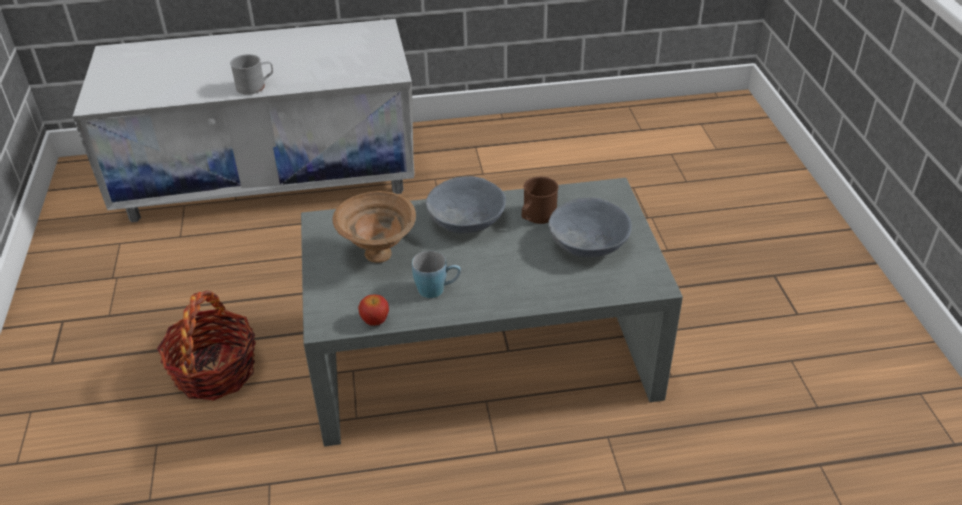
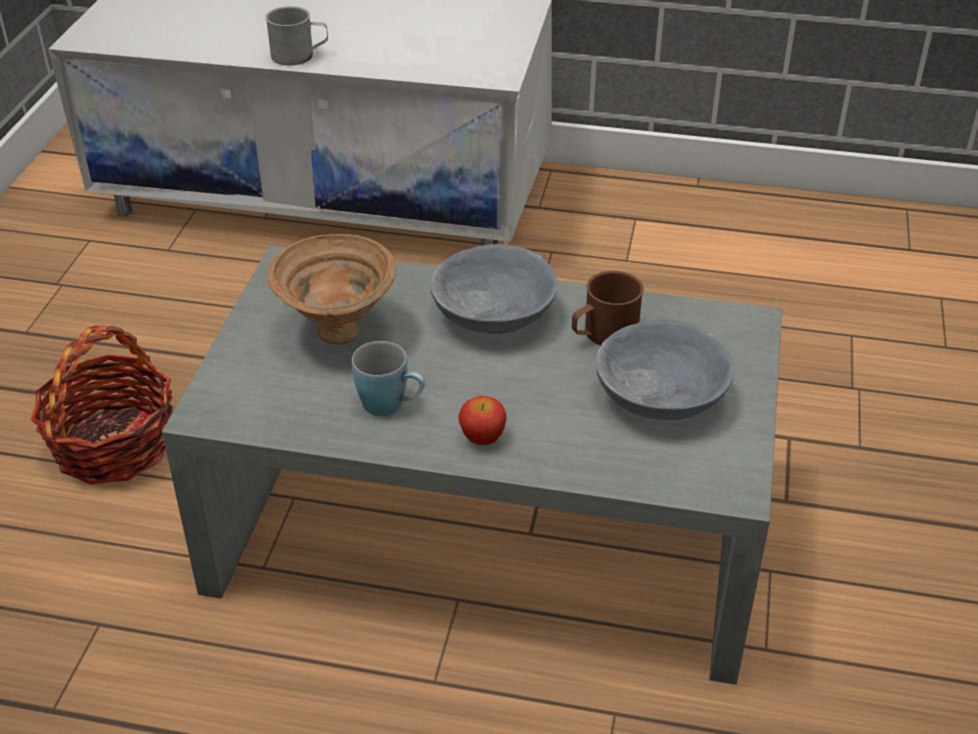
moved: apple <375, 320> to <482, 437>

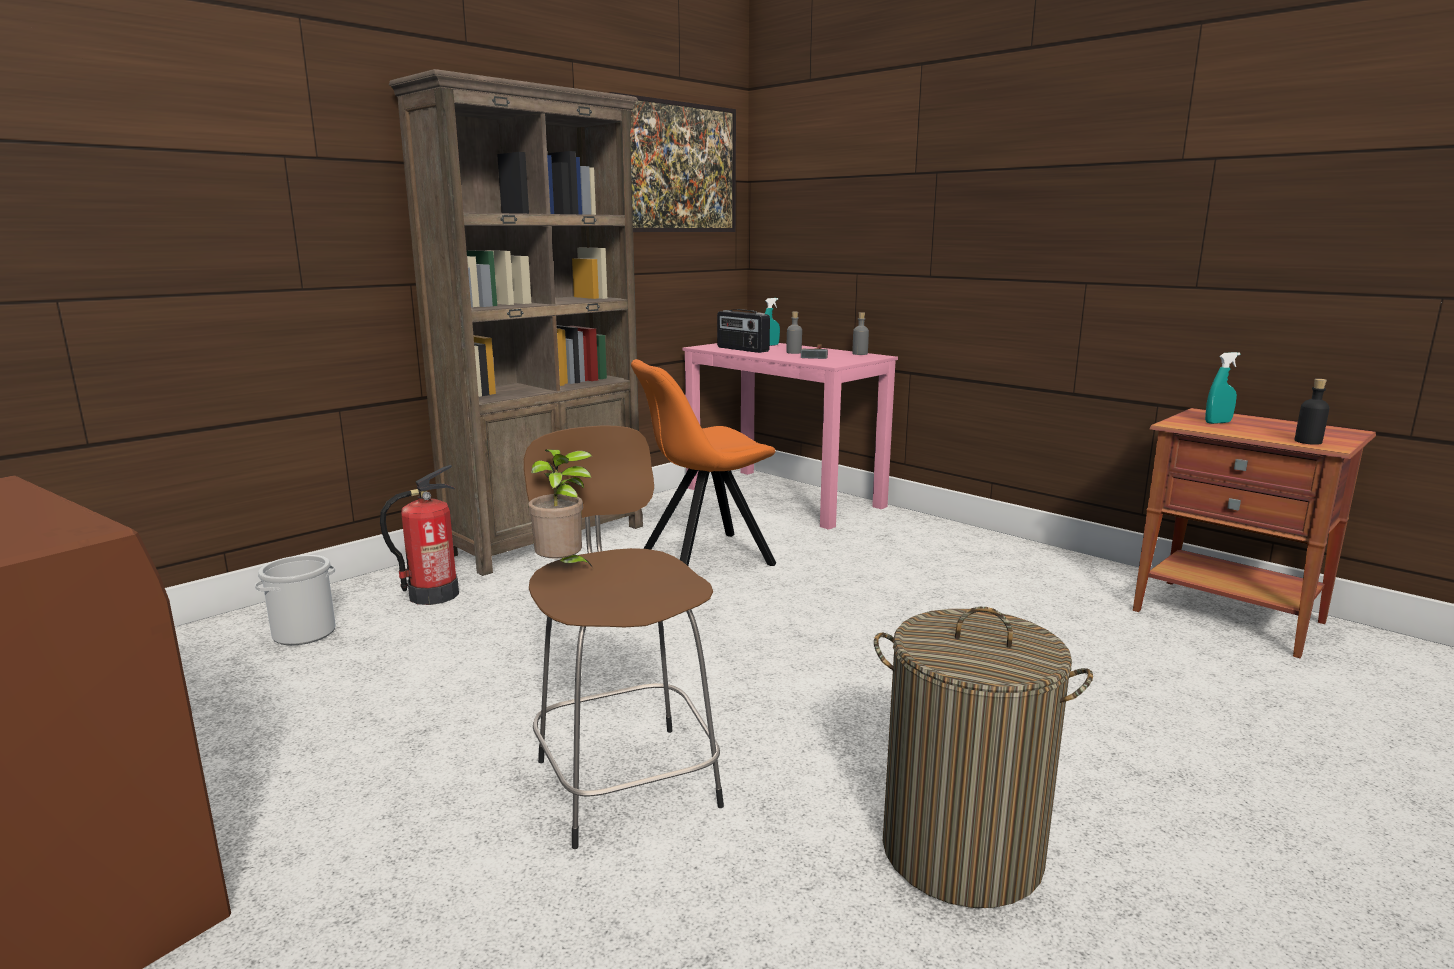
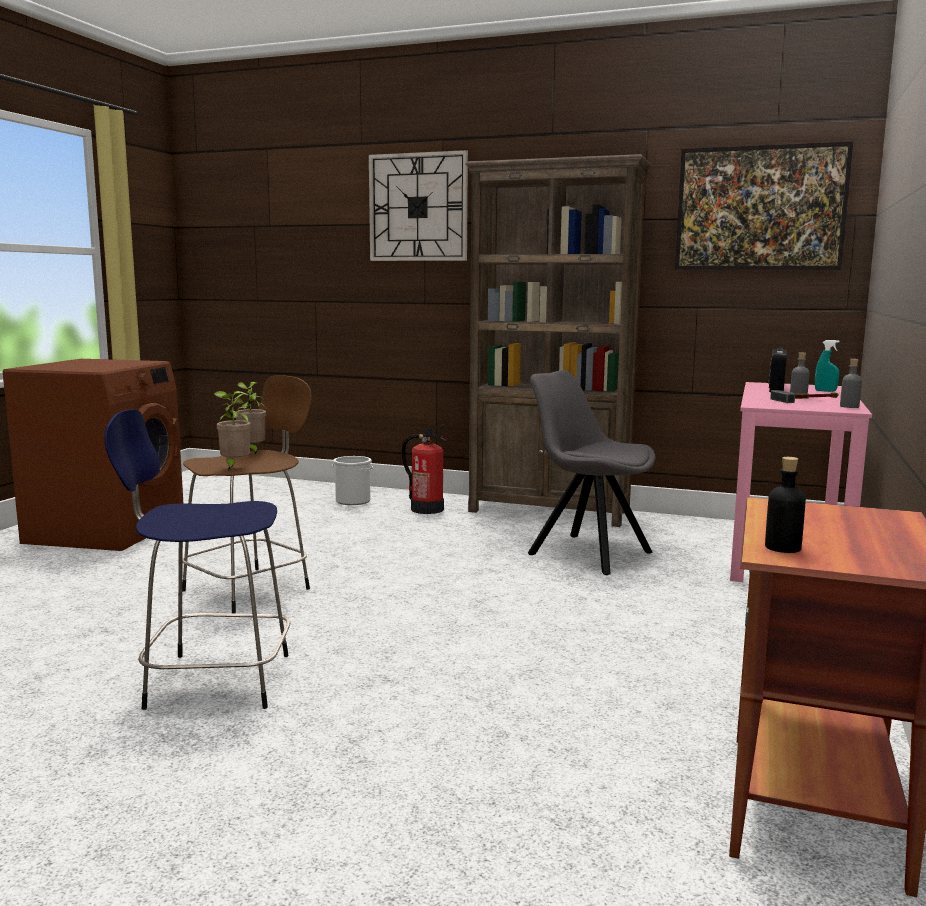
removed: turquoise spray bottle <1218, 422>
added: potted plant <234, 466>; wall clock <418, 207>
replaced: laundry basket <961, 852> to blue stool <213, 680>
recoloured: orange chair <706, 557> to grey chair <588, 553>

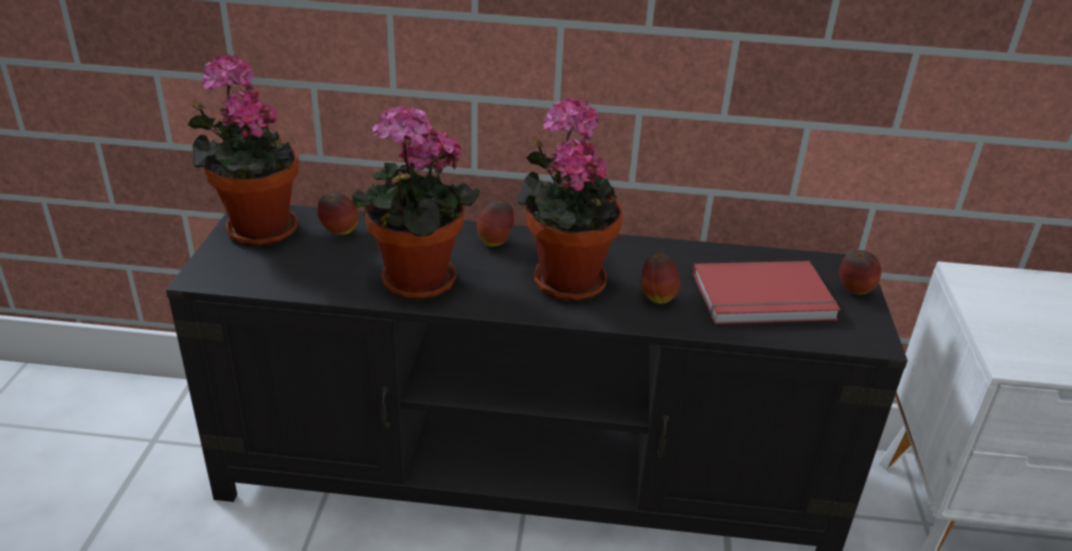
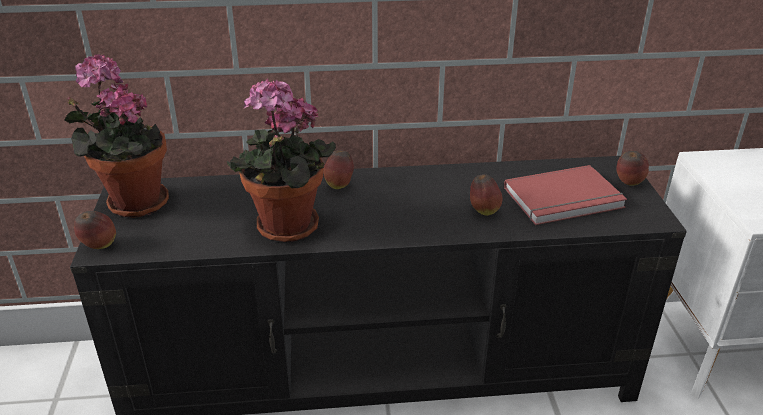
removed: potted plant <565, 278>
moved: apple <340, 233> to <100, 247>

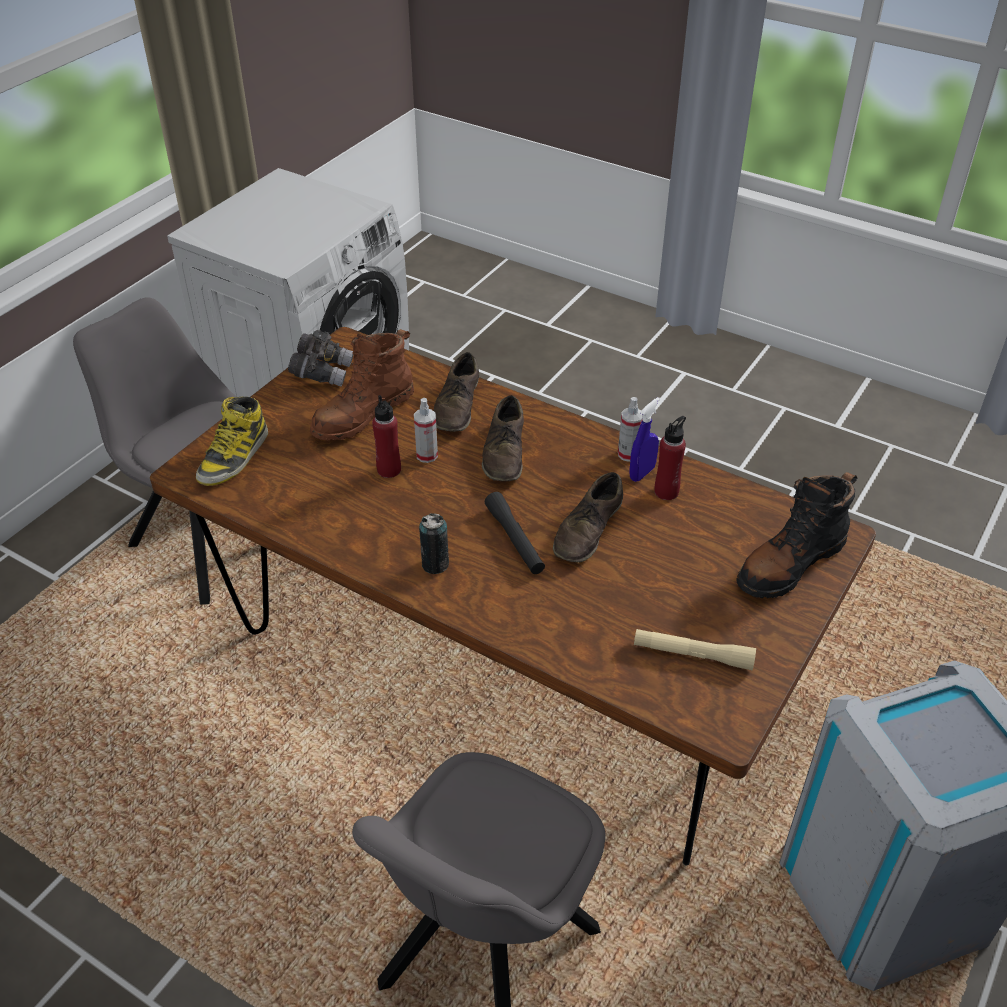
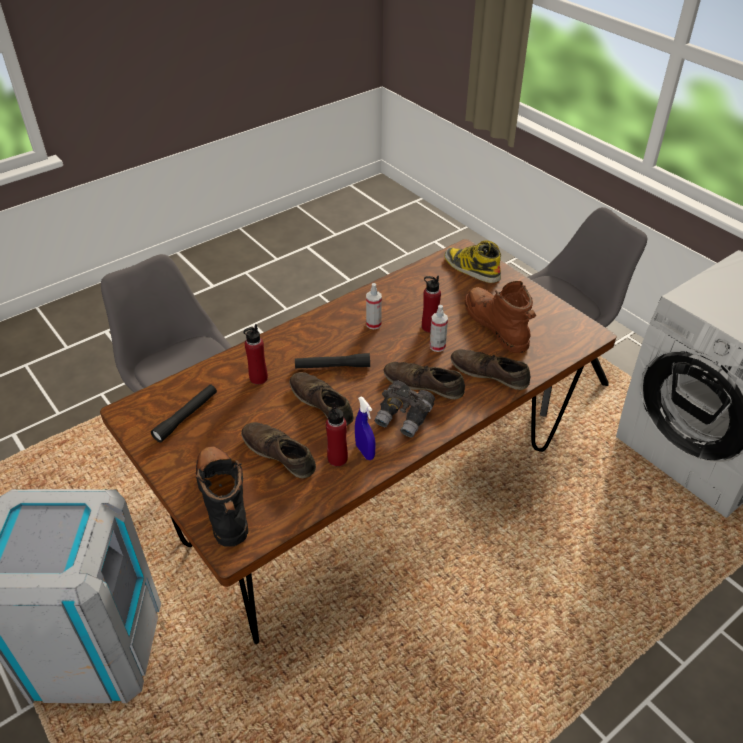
removed: can <435, 564>
added: brown shoe <279, 453>; red bottle <258, 378>
moved: grey binoculars <322, 372> to <404, 418>; spray bottle <628, 454> to <373, 324>
recoloured: beige flashlight <692, 655> to black flashlight <186, 417>

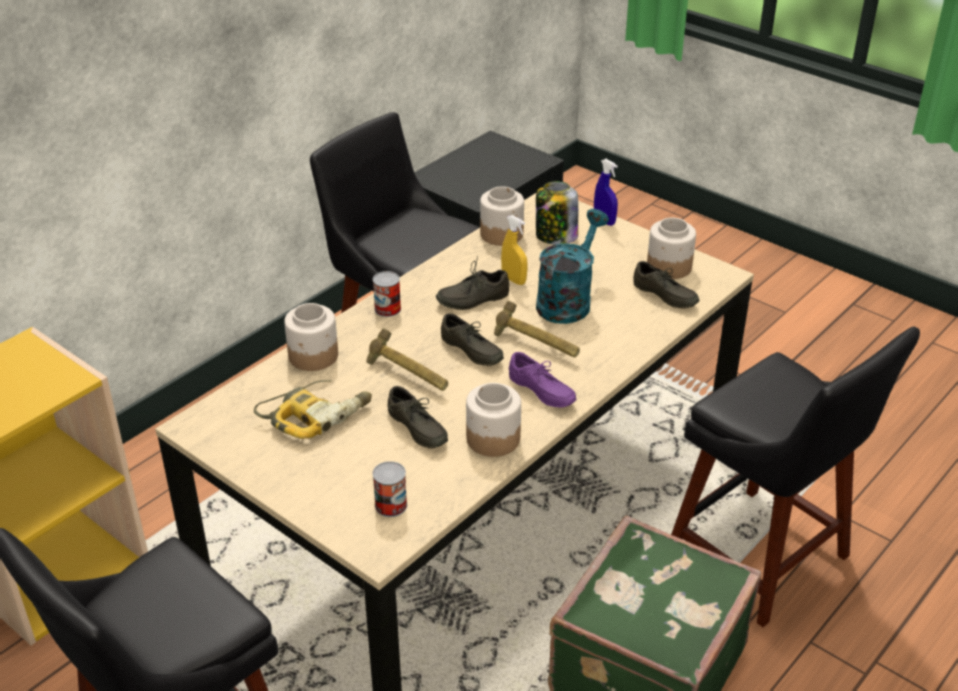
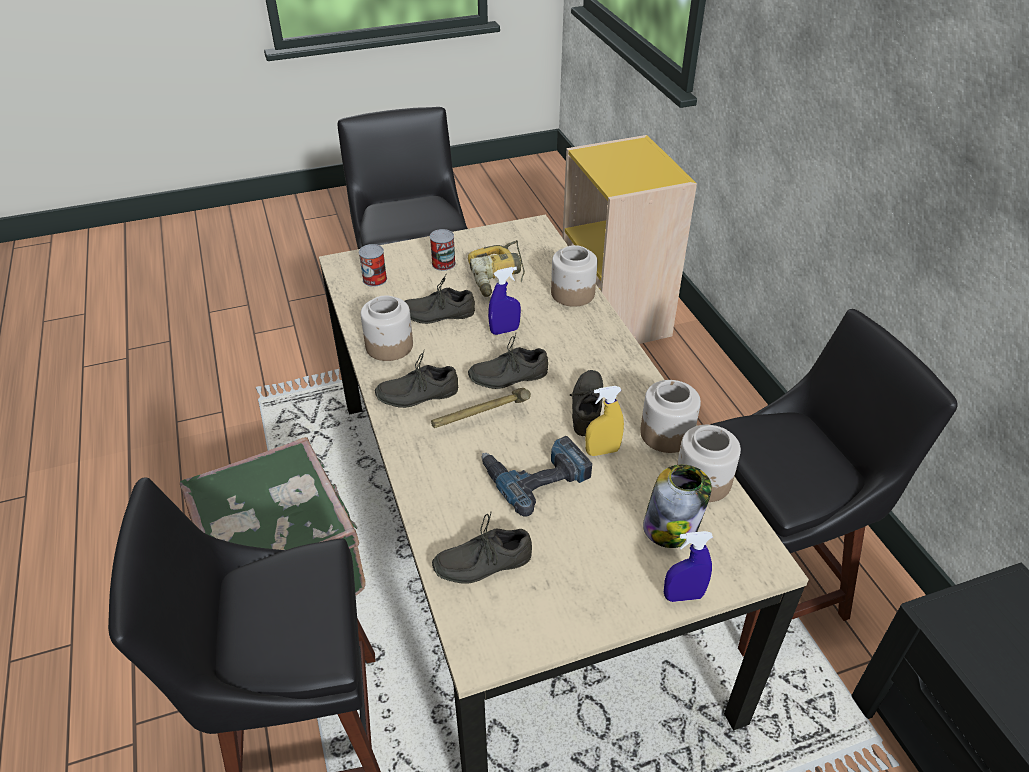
moved: can <387, 309> to <443, 264>; jar <668, 267> to <666, 433>
replaced: hammer <408, 376> to blue spray bottle <504, 331>; turquoise watering can <568, 300> to power drill <536, 476>
recoloured: purple shoe <539, 392> to grey shoe <417, 393>

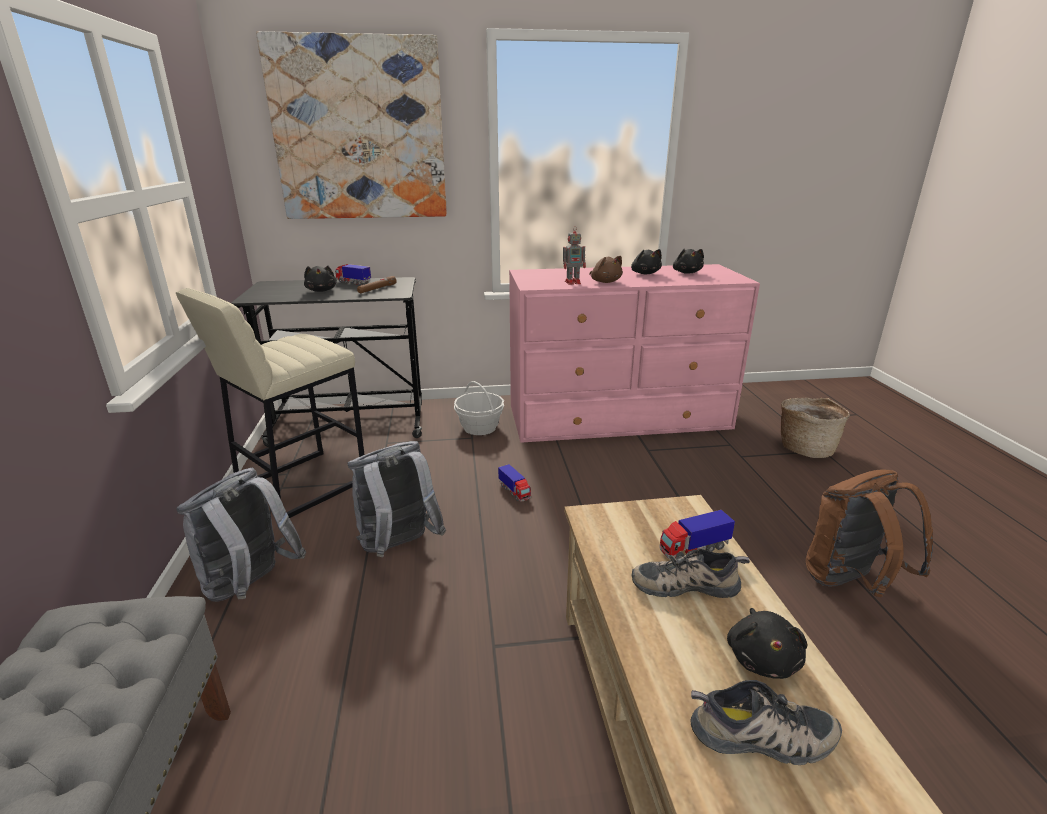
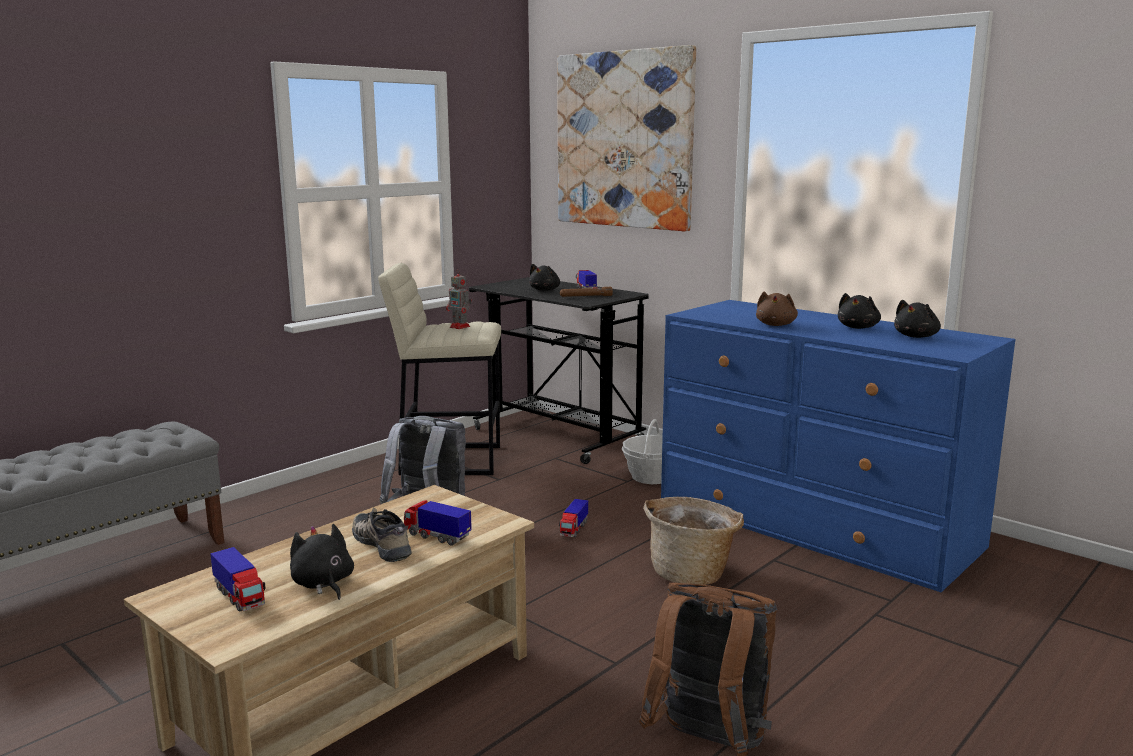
removed: grey backpack <251, 586>
moved: toy robot <573, 282> to <460, 327>; basket <805, 448> to <691, 573>
replaced: shoe <761, 738> to toy truck <240, 597>
recoloured: pink dresser <619, 417> to blue dresser <815, 523>
turned: black plush toy <762, 658> = <323, 584> 90 degrees clockwise

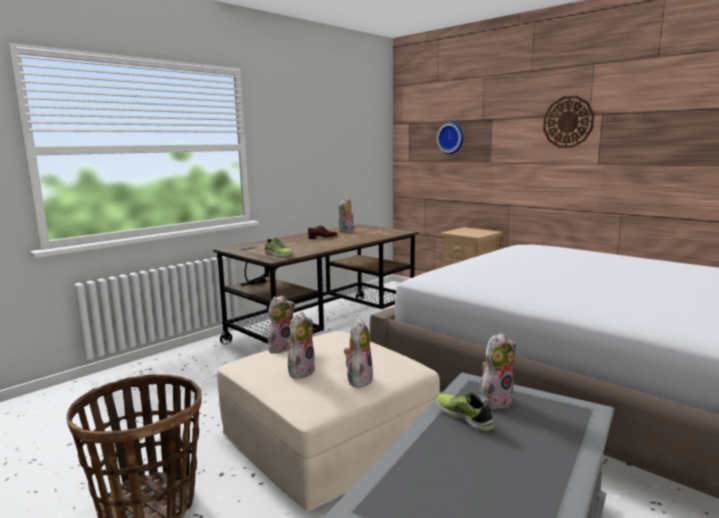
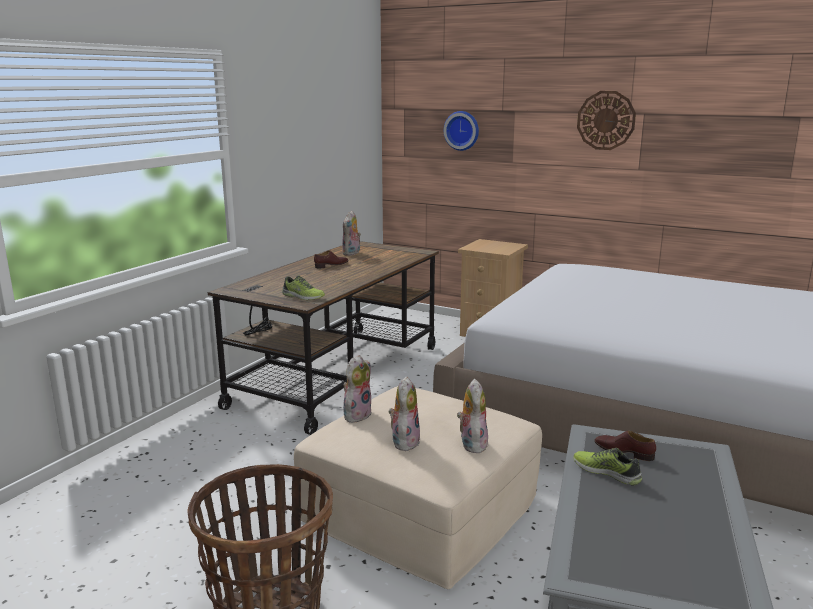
replaced: plush toy <495, 401> to brown shoe <624, 452>

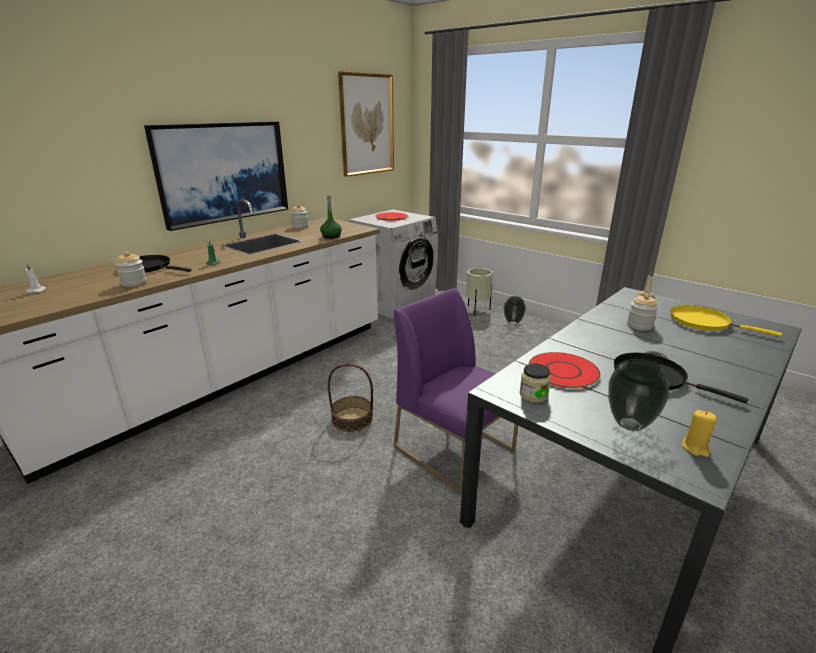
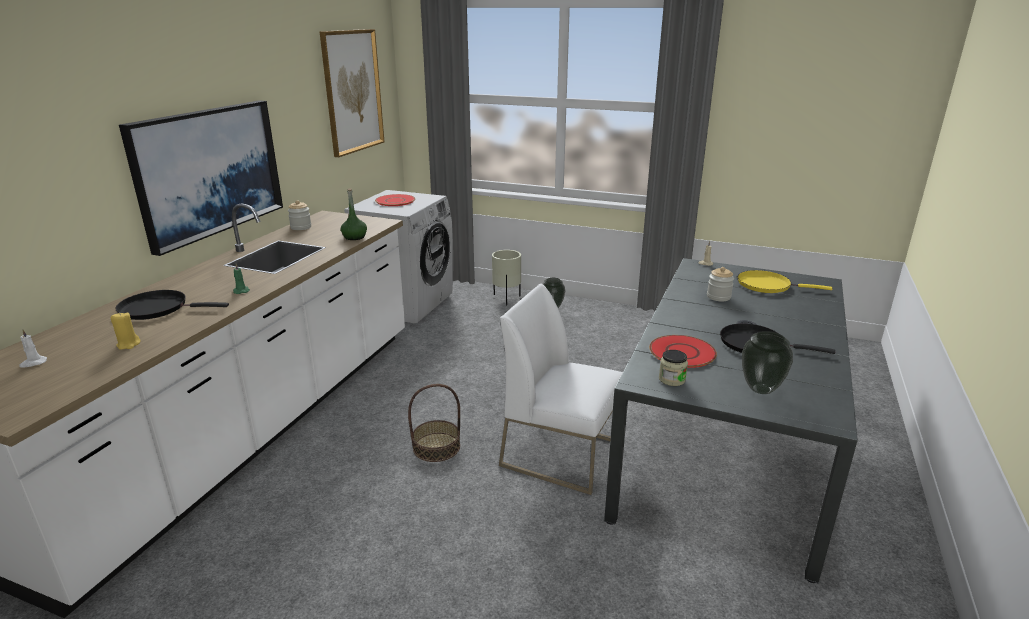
removed: jar <134, 283>
moved: yellow candle <695, 448> to <128, 344>
recoloured: purple chair <455, 449> to white chair <562, 453>

